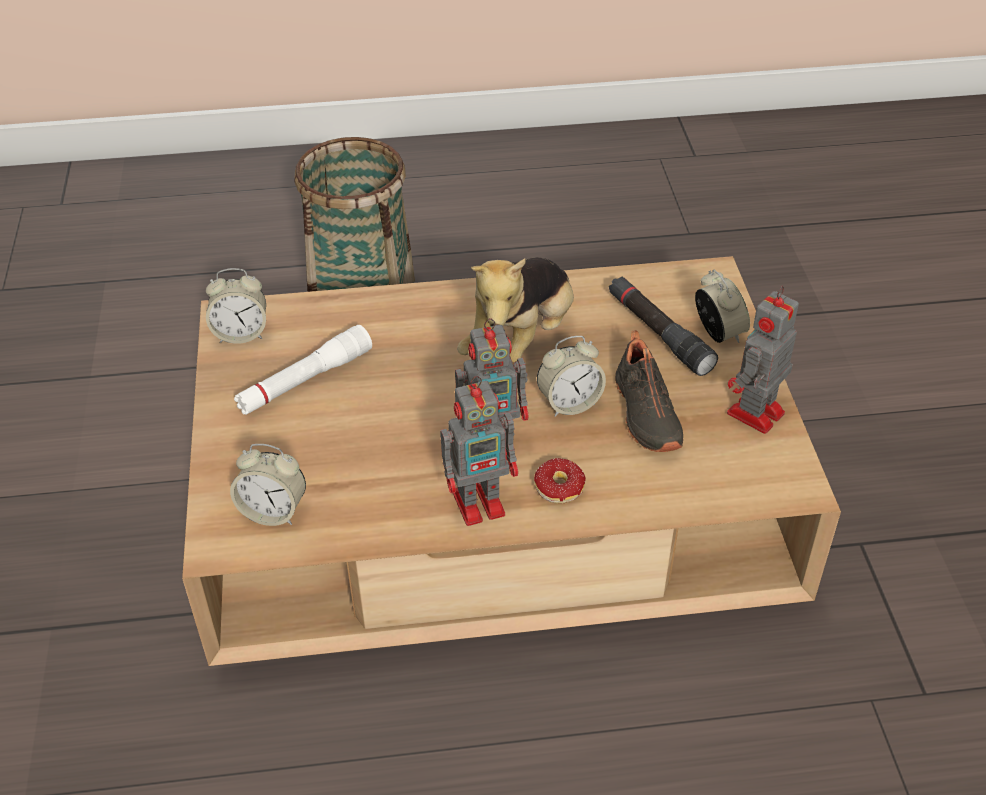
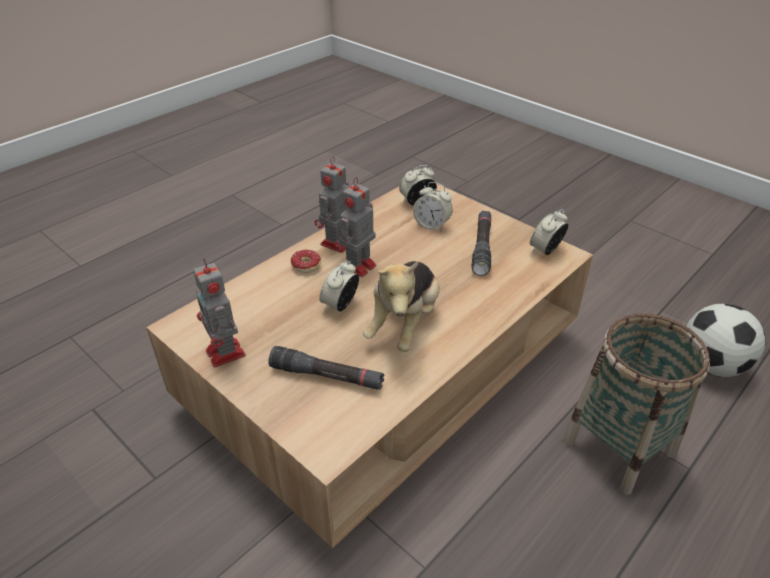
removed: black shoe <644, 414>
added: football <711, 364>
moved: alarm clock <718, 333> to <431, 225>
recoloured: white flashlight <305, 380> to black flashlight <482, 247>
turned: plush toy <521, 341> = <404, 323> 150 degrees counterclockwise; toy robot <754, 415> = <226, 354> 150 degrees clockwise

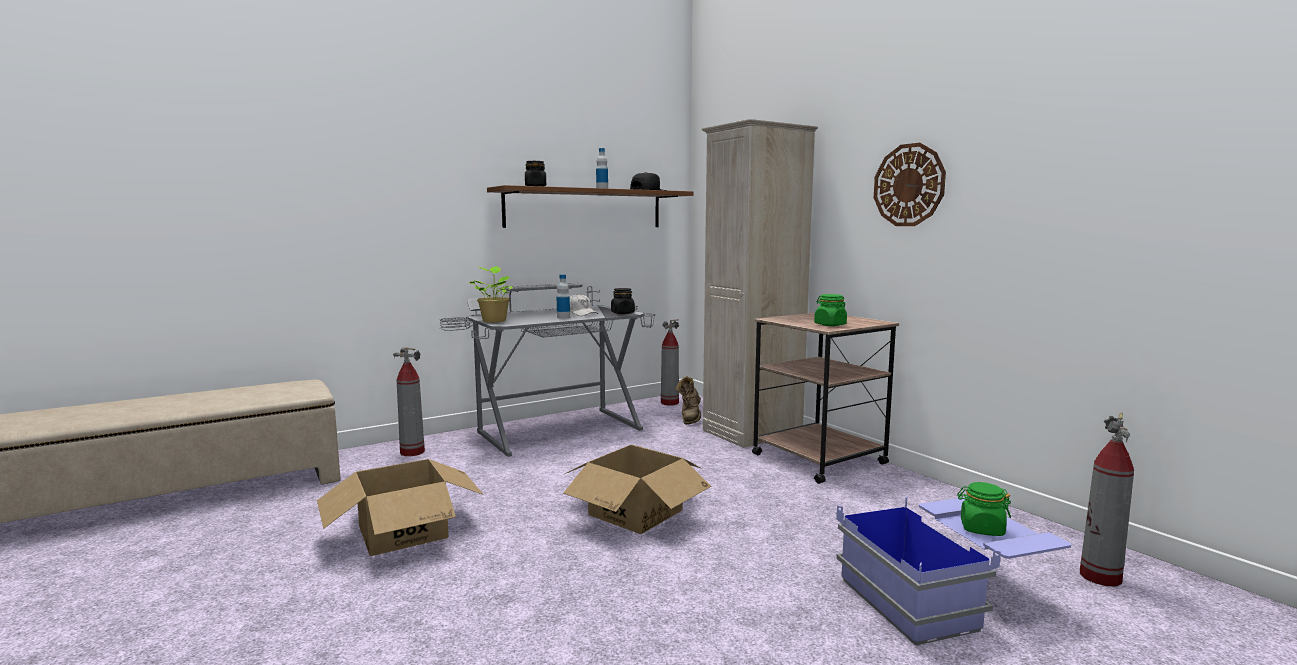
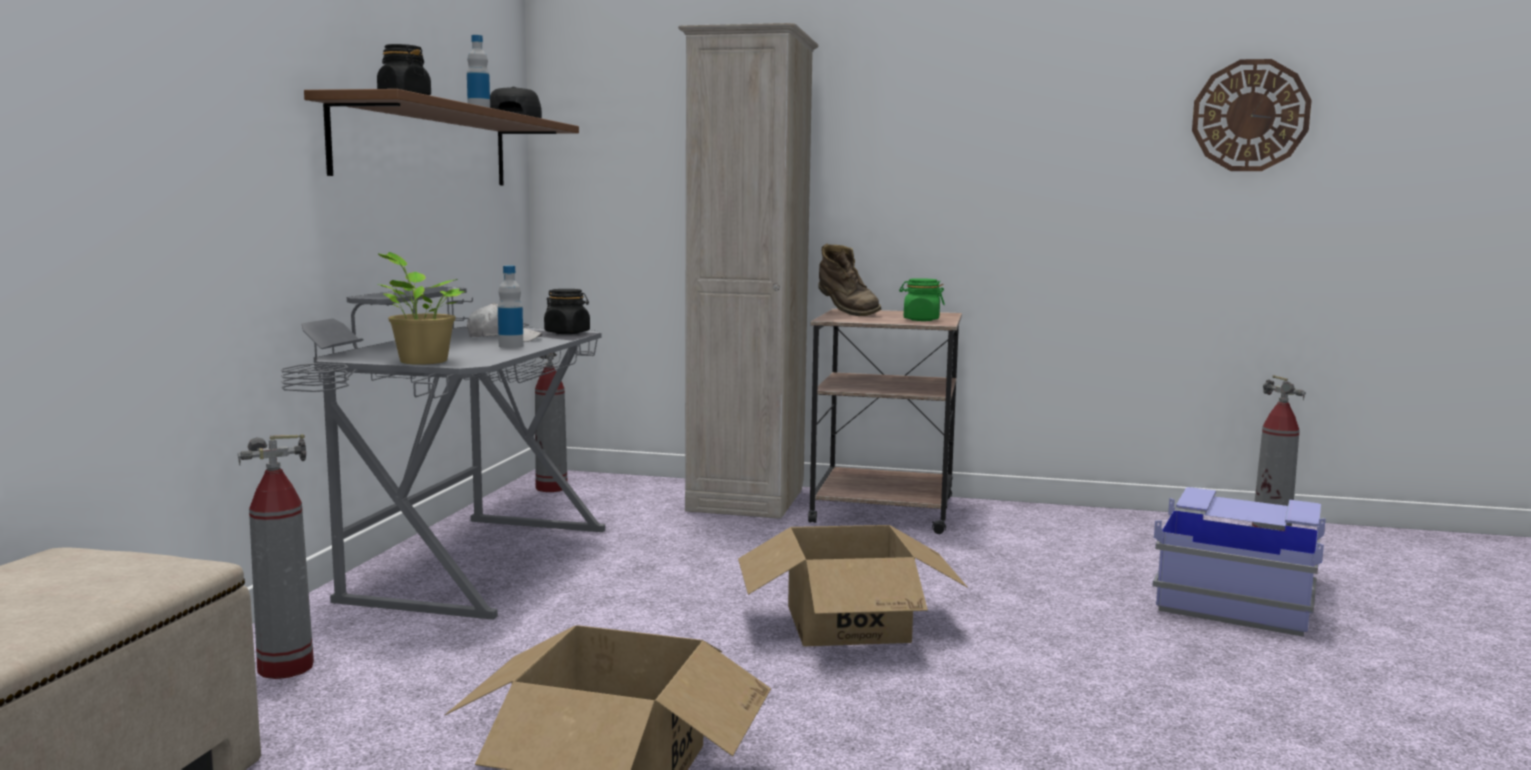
removed: green jar <981, 529>
moved: brown boot <690, 419> to <845, 313>; wall clock <909, 185> to <1250, 115>

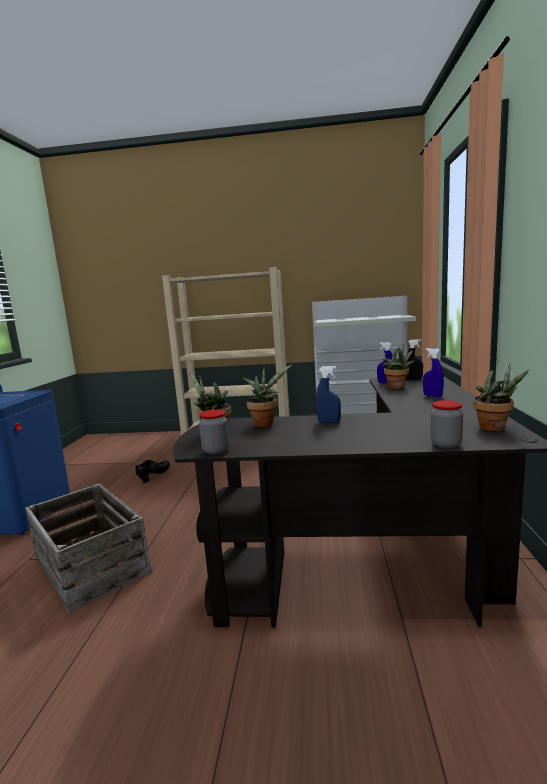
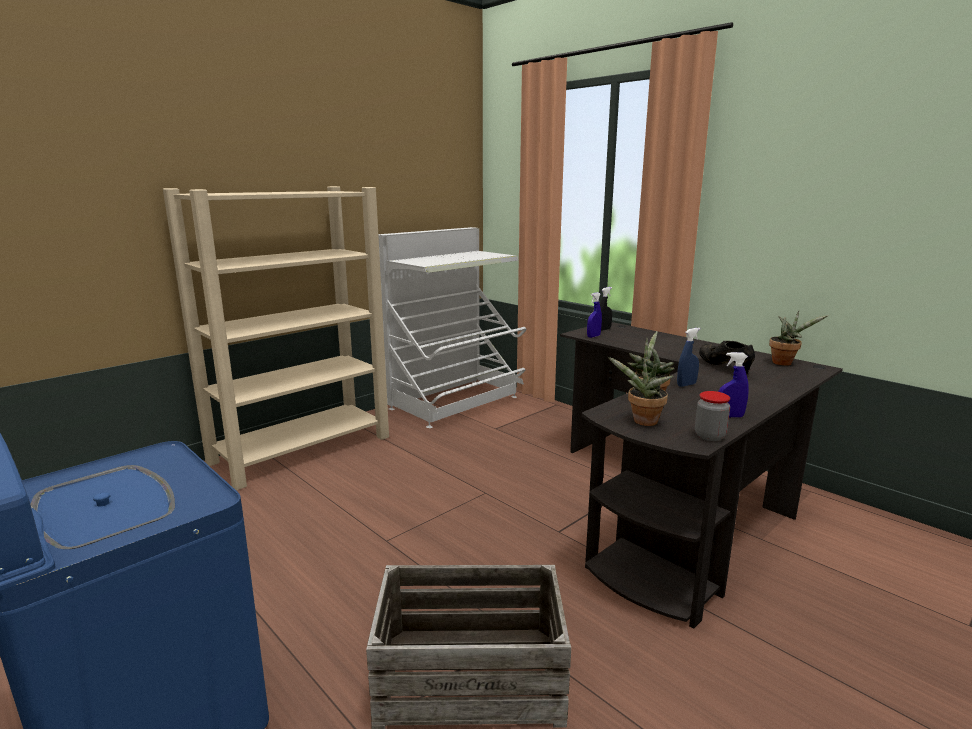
removed: potted plant <397, 387>; jar <446, 444>
moved: black shoe <154, 476> to <724, 368>; blue spray bottle <432, 396> to <729, 416>

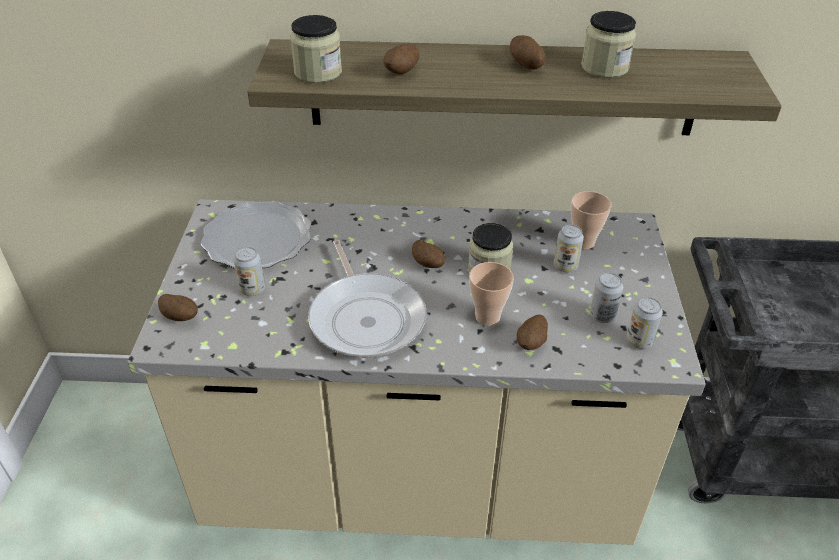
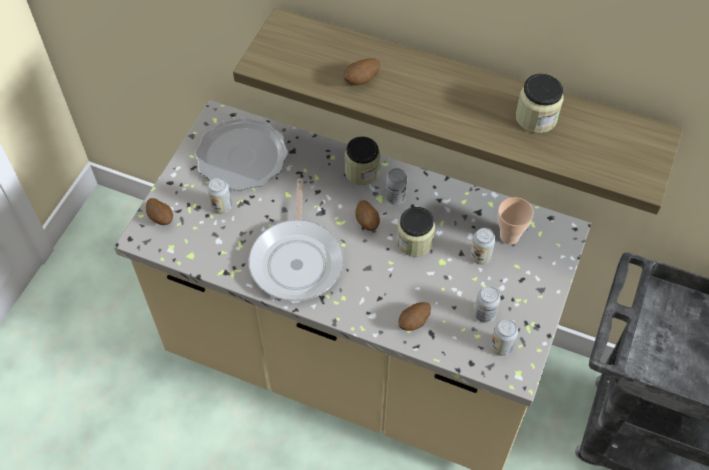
removed: cup <487, 317>; potato <525, 66>
added: can <395, 197>
moved: jar <318, 72> to <362, 171>

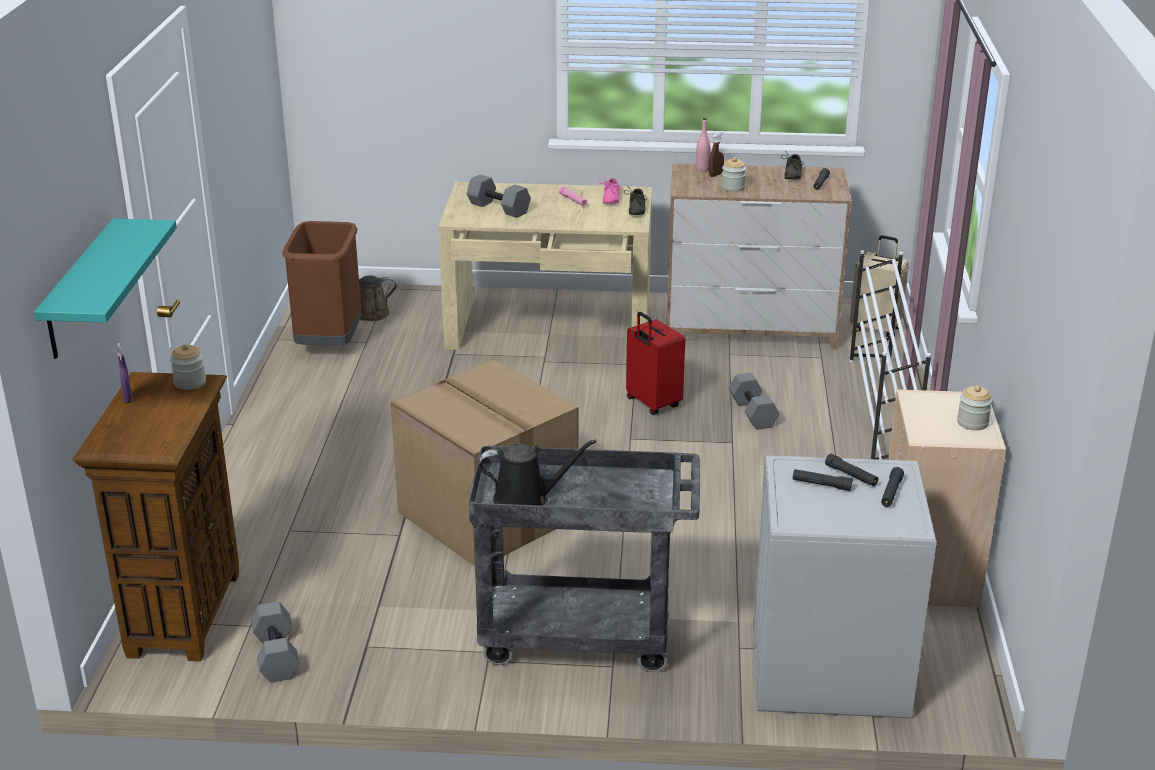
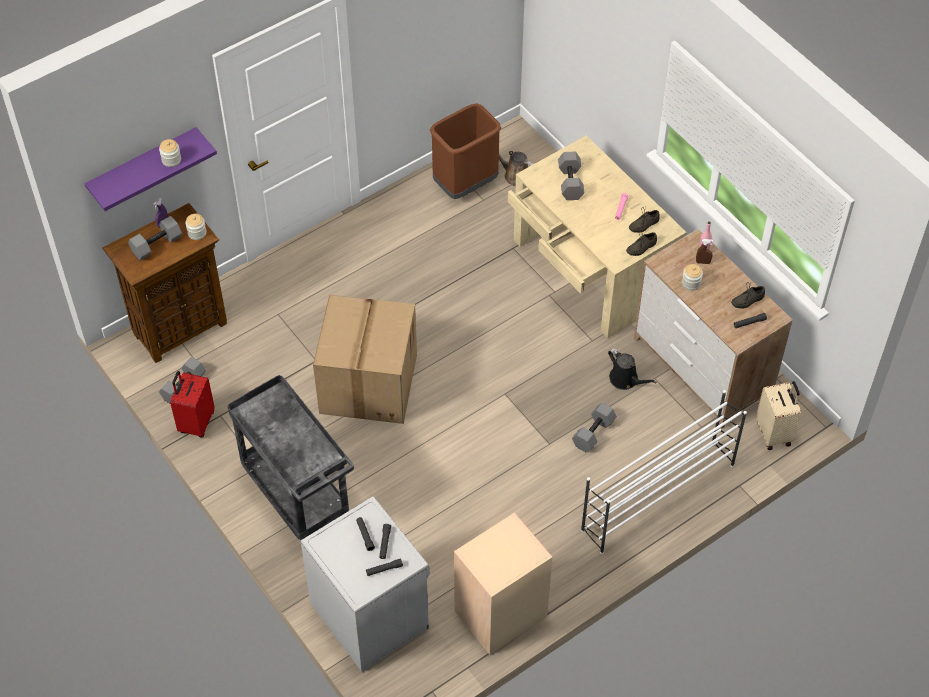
added: grey dumbbell <156, 245>
moved: black watering can <526, 498> to <626, 380>; red suitcase <652, 403> to <196, 422>; jar <972, 423> to <171, 160>
recoloured: turquoise shelf <80, 290> to purple shelf <143, 166>; pink shoe <609, 199> to grey shoe <643, 224>

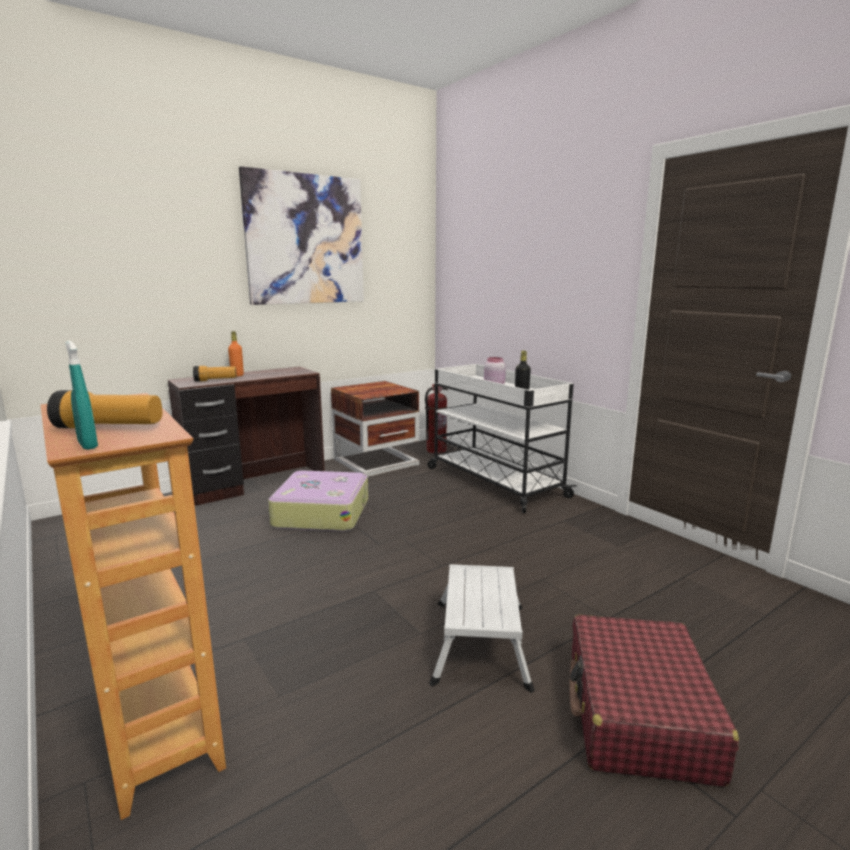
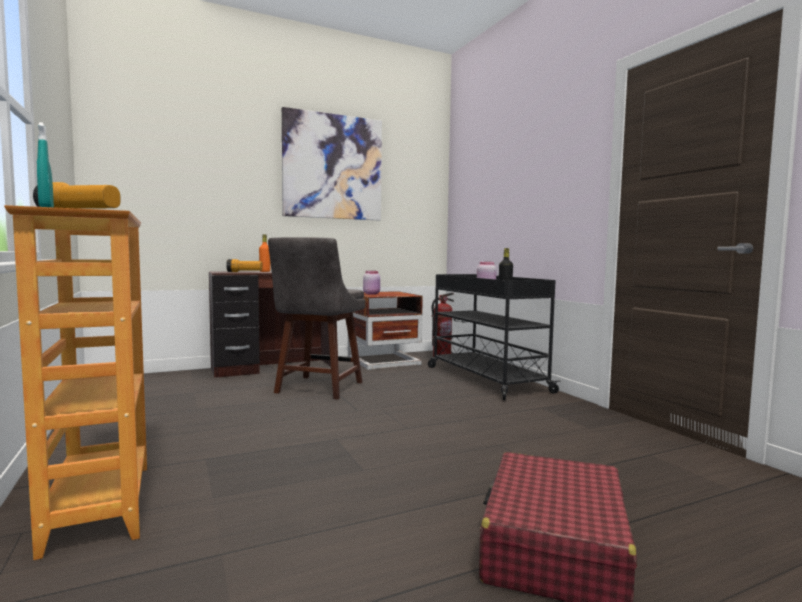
removed: white step ladder <480, 643>
added: pink jar <372, 294>
replaced: suitcase <321, 513> to grey stool <318, 388>
recoloured: white cart <493, 481> to black cart <485, 378>

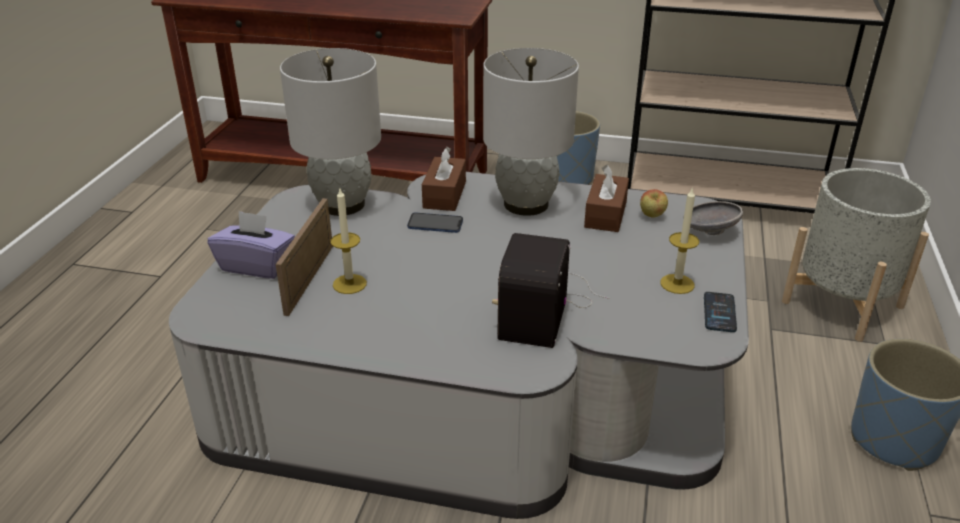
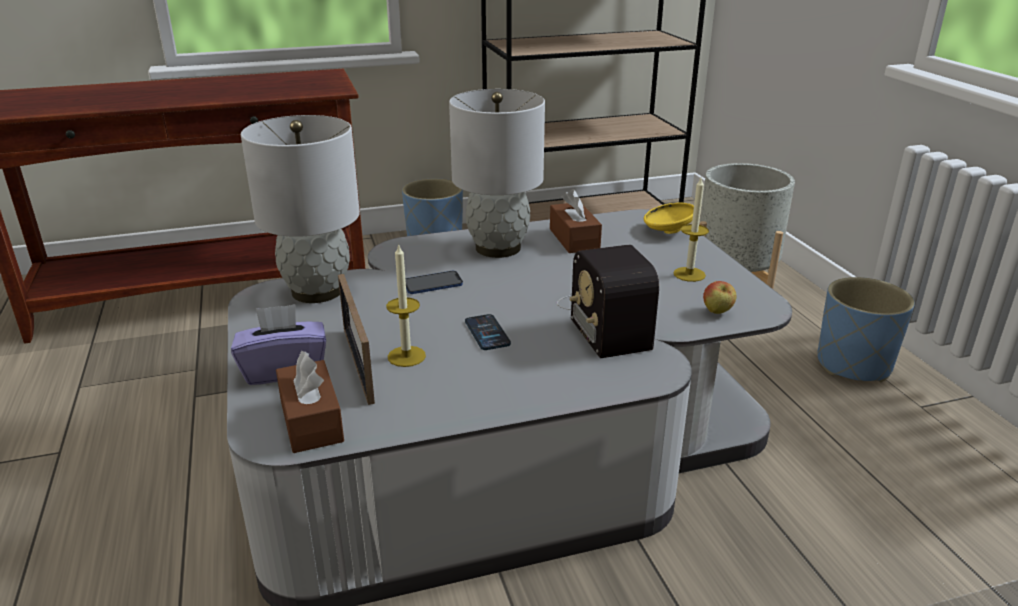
moved: brown tissue box <444, 195> to <311, 421>; apple <652, 216> to <717, 312>; phone <719, 313> to <487, 333>
recoloured: grey bowl <709, 231> to yellow bowl <667, 231>

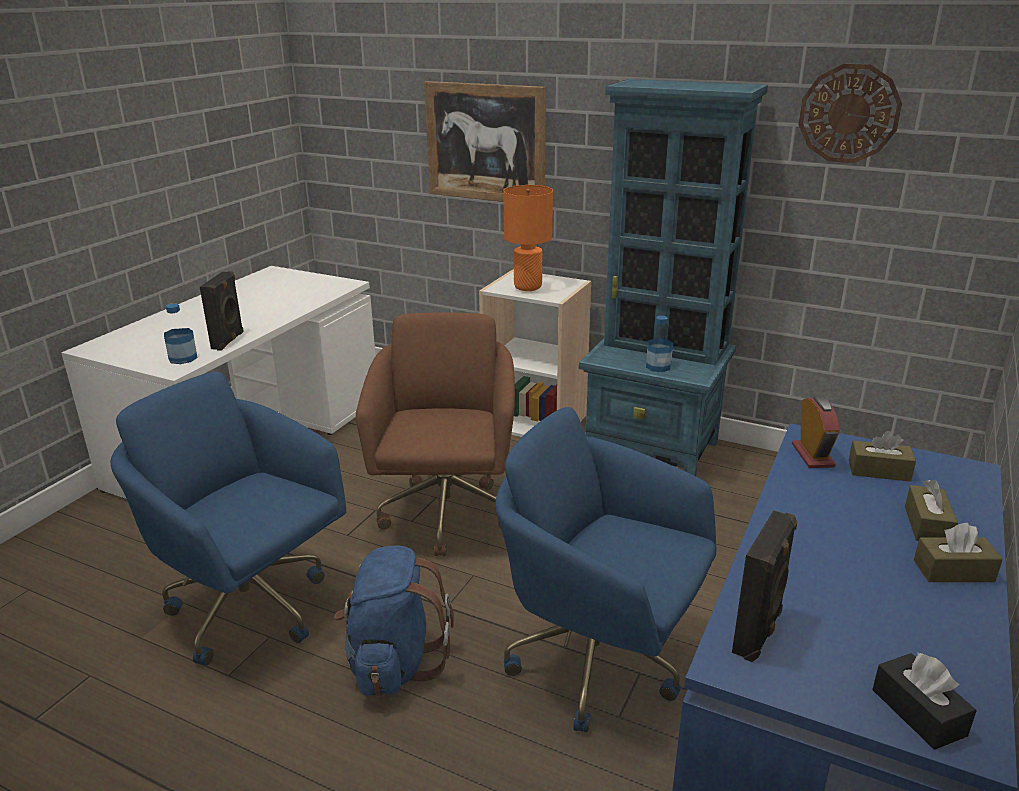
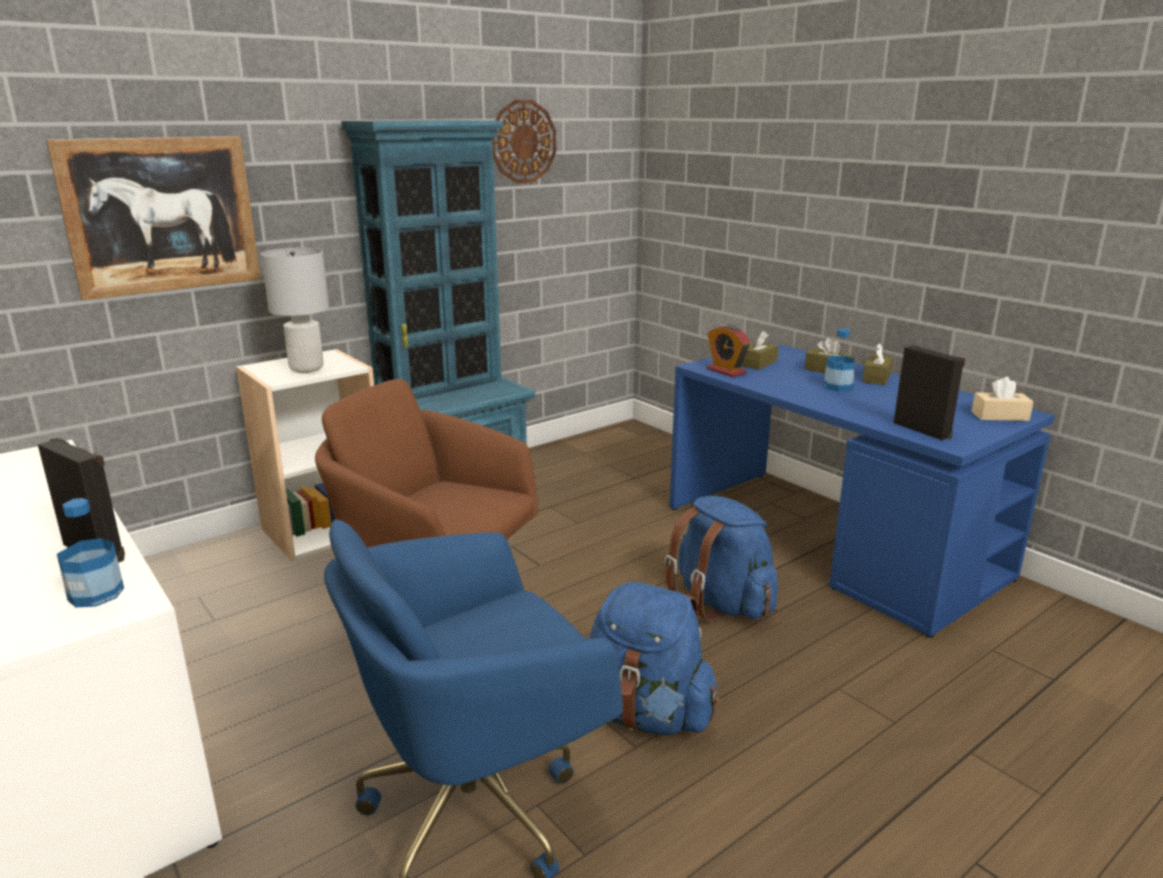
moved: bottle <658, 366> to <838, 387>
replaced: blue office chair <601, 668> to blue backpack <720, 603>
recoloured: orange table lamp <528, 288> to grey table lamp <307, 370>; black tissue box <918, 712> to beige tissue box <1000, 416>
turned: alarm clock <812, 455> = <726, 371> 150 degrees counterclockwise

